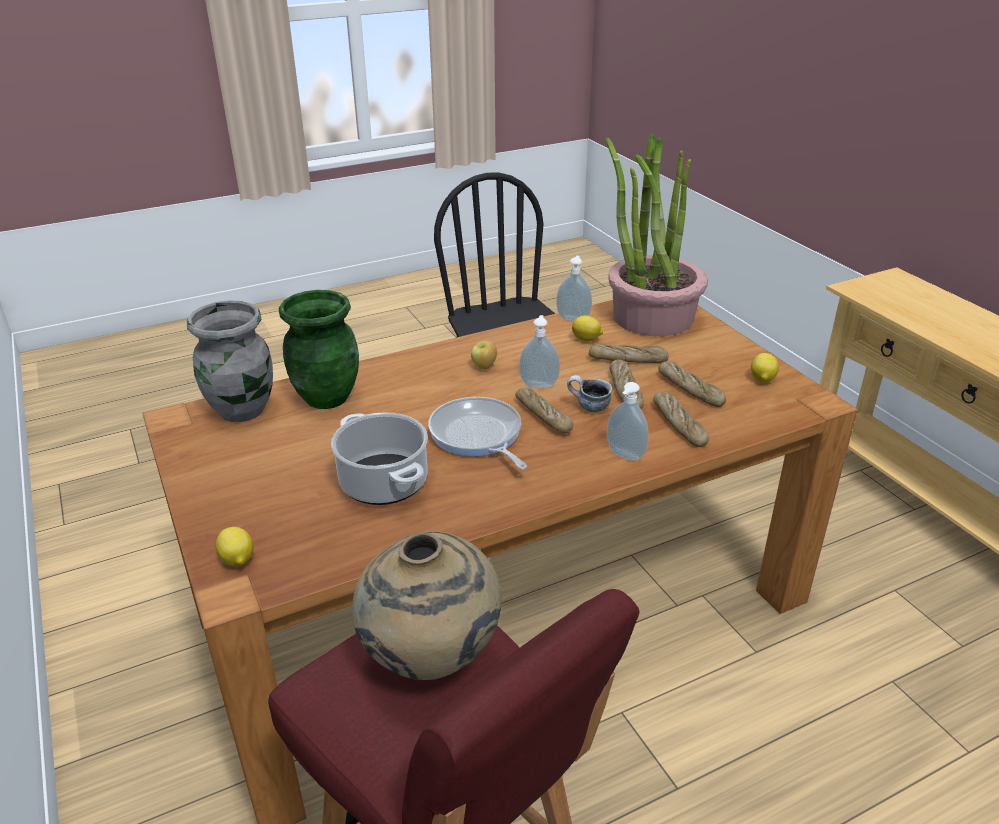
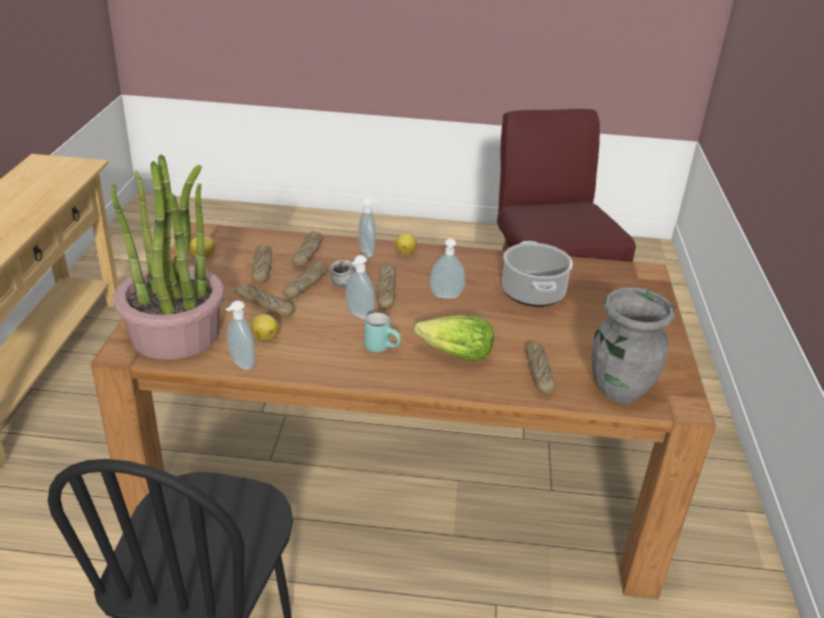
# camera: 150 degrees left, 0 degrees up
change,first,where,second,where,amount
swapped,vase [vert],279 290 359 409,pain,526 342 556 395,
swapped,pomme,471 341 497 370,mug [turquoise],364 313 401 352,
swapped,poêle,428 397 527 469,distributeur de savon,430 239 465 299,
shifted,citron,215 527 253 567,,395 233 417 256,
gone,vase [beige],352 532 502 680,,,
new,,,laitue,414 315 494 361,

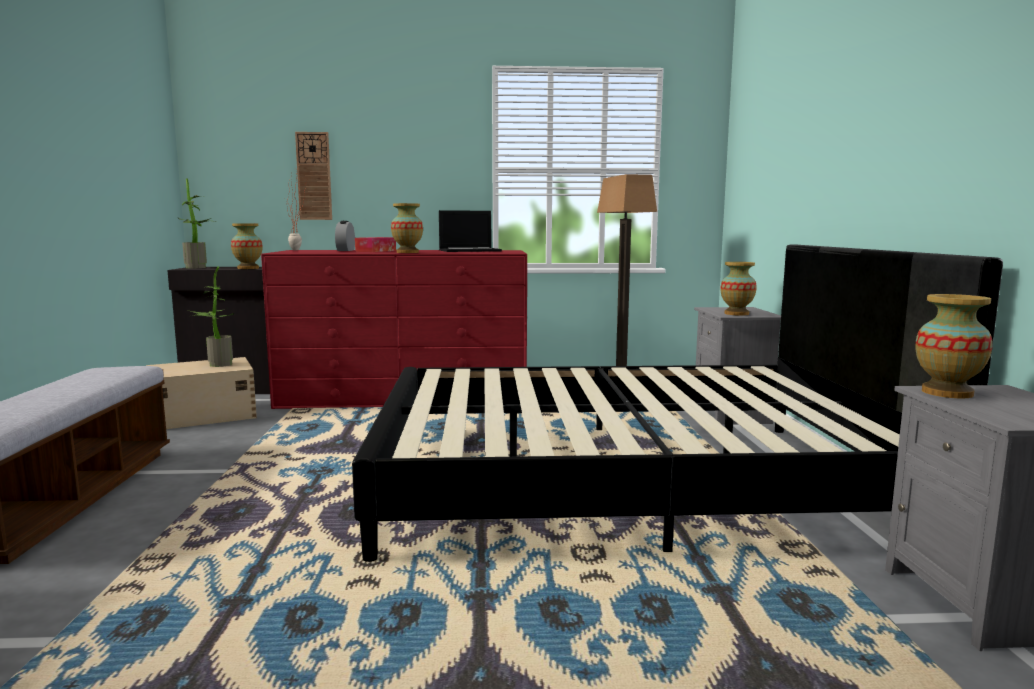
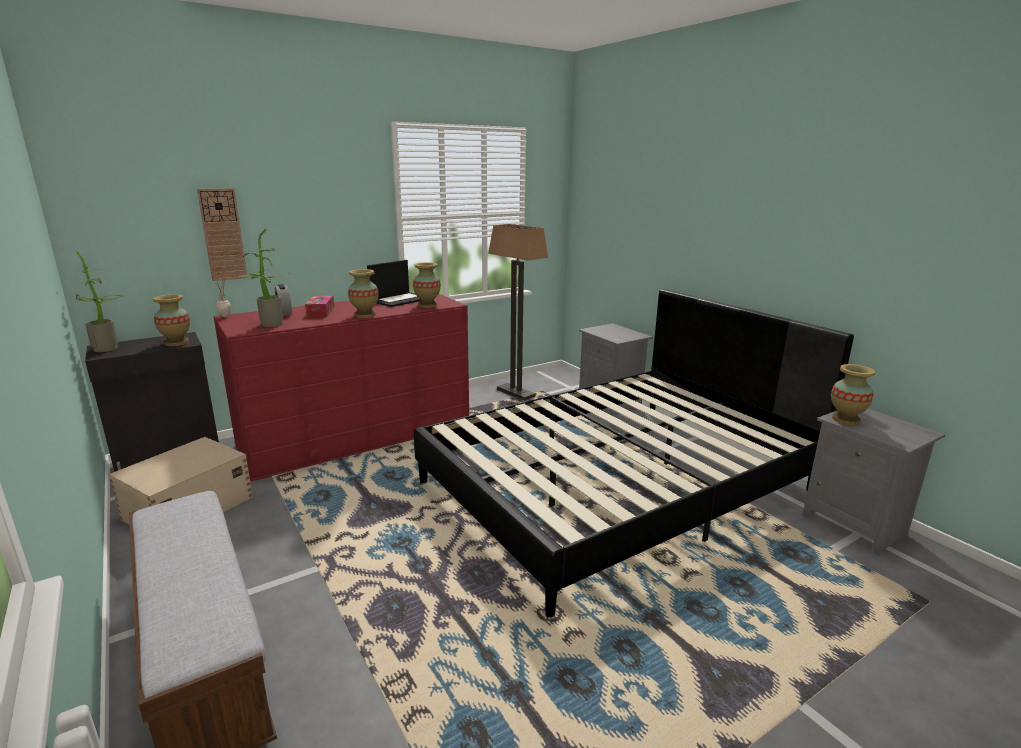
# camera: 30 degrees left, 10 degrees up
change,first,where,second,where,amount
shifted,vase,721 262 757 316,,413 262 441 308,
shifted,plante en pot,188 267 234 367,,240 228 290 327,

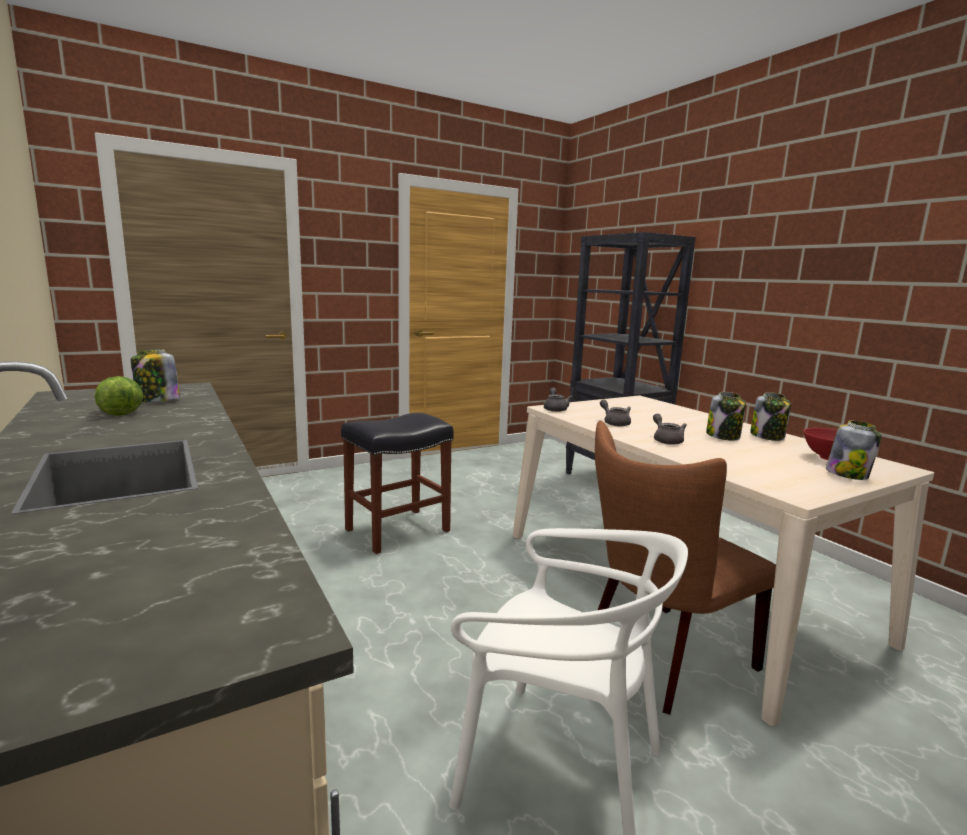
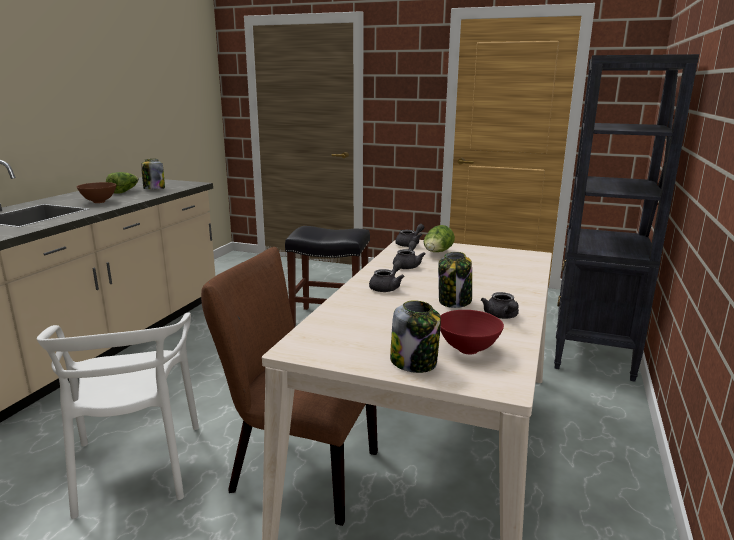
# camera: 50 degrees right, 5 degrees up
change,first,where,second,where,amount
swapped,bocal,750 392 791 441,théière [gris],481 292 519 319,
new,,,bol [marron],77 182 116 203,
new,,,laitue,424 225 455 252,

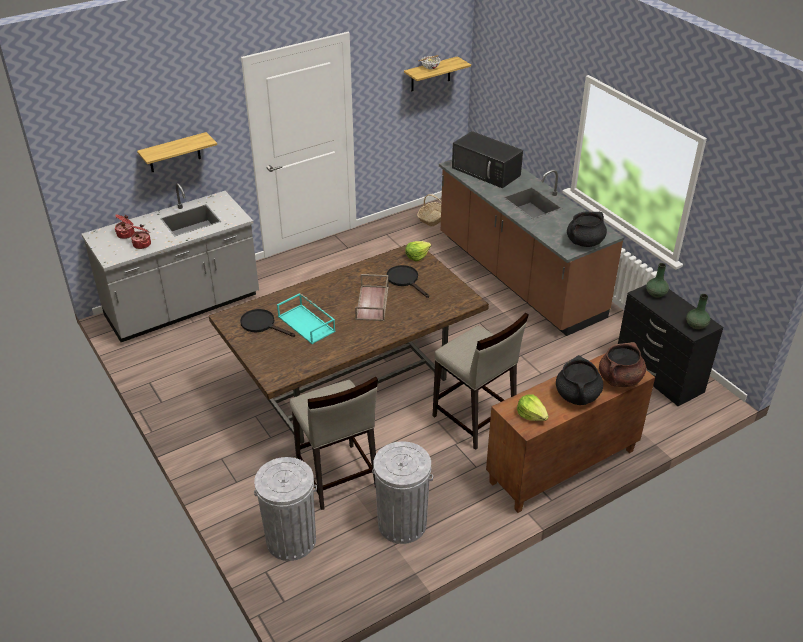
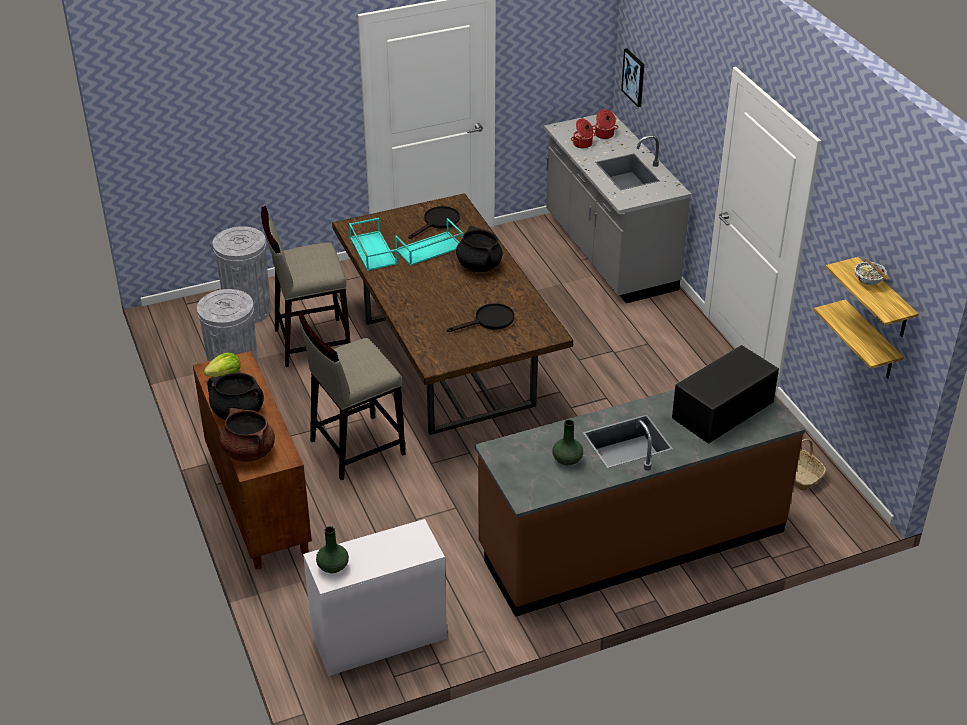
# camera: 100 degrees right, 0 degrees up
change,first,where,second,where,amount
shifted,étagère,137 132 217 172,,814 300 904 378,
shifted,marmite [noir],567 211 607 247,,456 226 503 272,
gone,laitue,405 241 431 261,,,
shifted,vase [vert],646 263 669 298,,552 419 583 465,
gone,plateau [marron],355 274 389 321,,,
repainted,commode [noir],618 284 724 406,commode [blanc],303 519 447 676,
new,,,tableau,621 49 644 107,
new,,,plateau [turquoise],349 218 398 271,

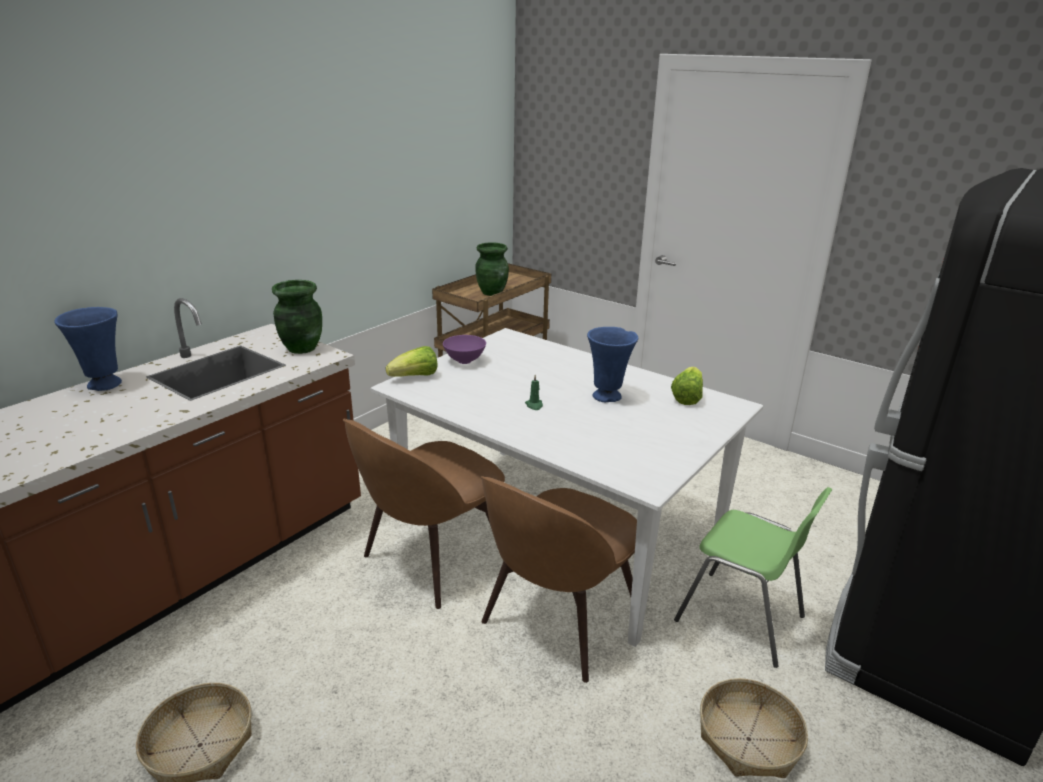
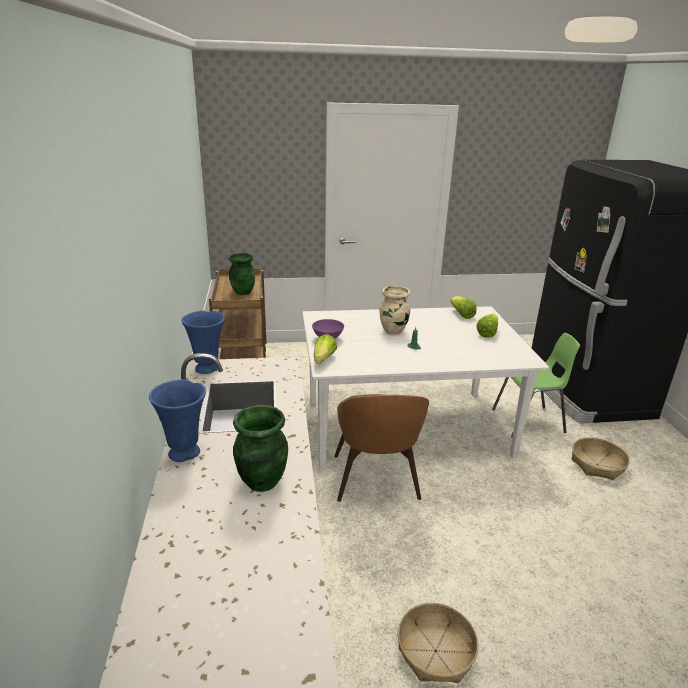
# camera: 45 degrees left, 0 degrees up
change,first,where,second,where,amount
shifted,vase [vert],272 280 322 354,,233 405 288 492,
shifted,vase [bleu],587 327 638 402,,181 311 225 374,
gone,chaise [marron],481 476 637 683,,,
new,,,vase [beige],379 286 411 335,
new,,,laitue,476 314 498 338,

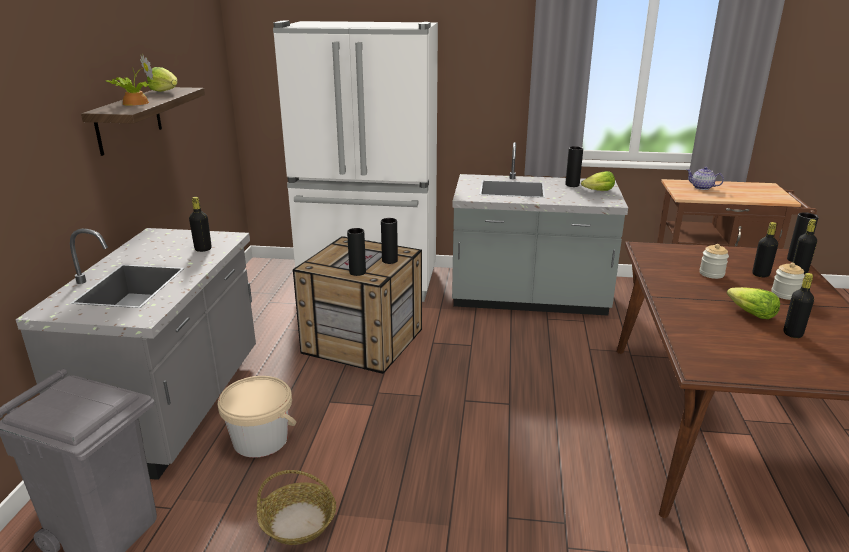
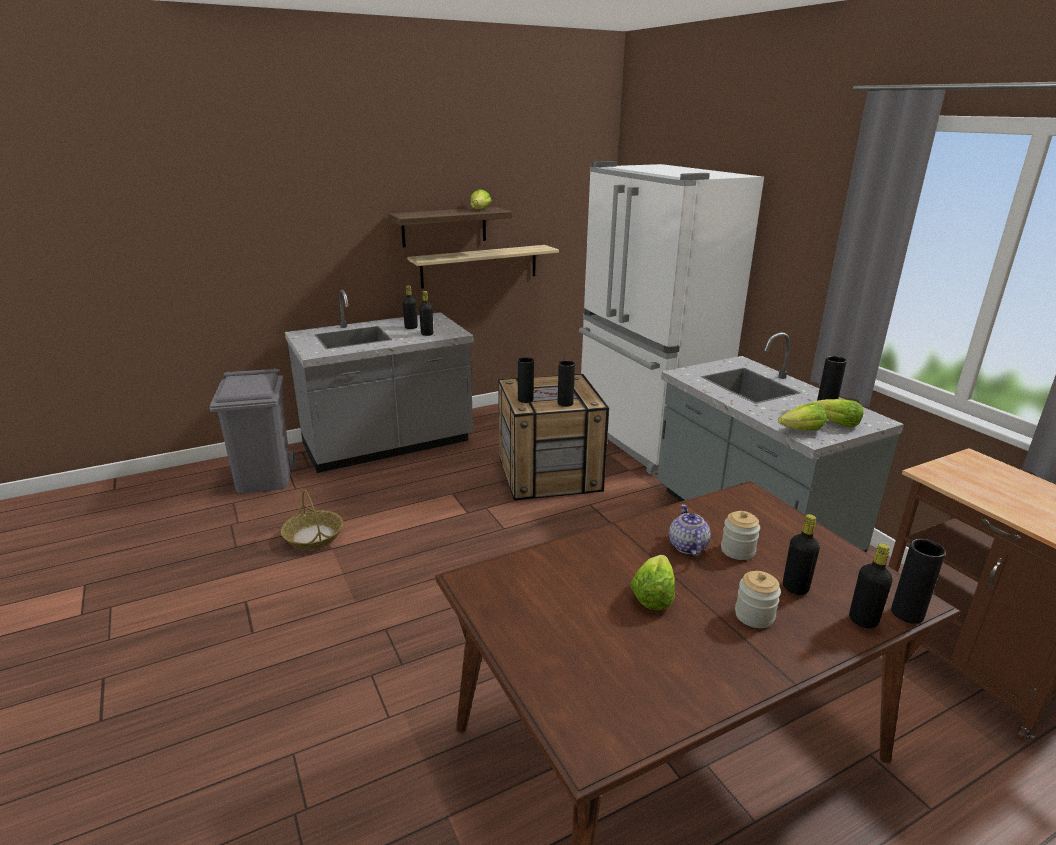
# camera: 55 degrees right, 0 degrees up
change,first,where,second,where,amount
gone,plante en pot,106 54 153 106,,,
shifted,théière,686 167 724 190,,669 504 711 556,
shifted,bouteille [noir],784 273 814 338,,403 285 418 329,
gone,seau [beige],218 376 296 458,,,
new,,,étagère,407 245 559 289,
new,,,laitue,778 403 827 430,

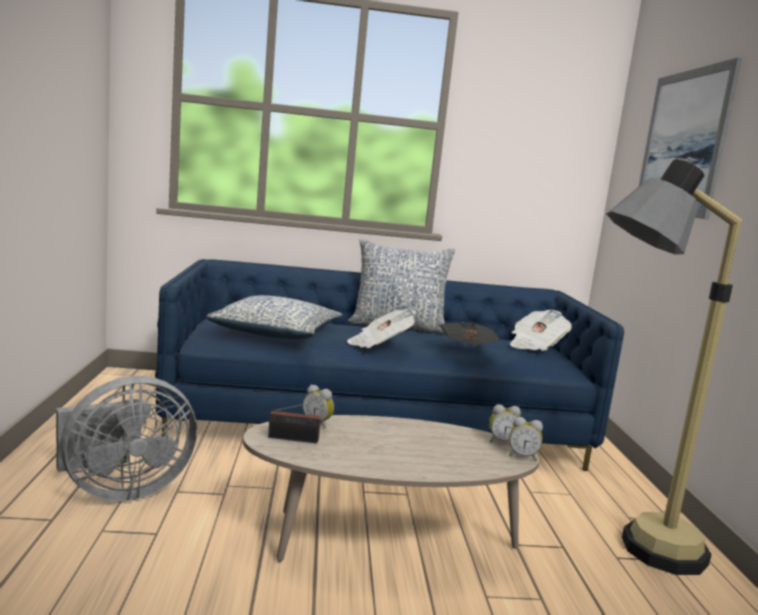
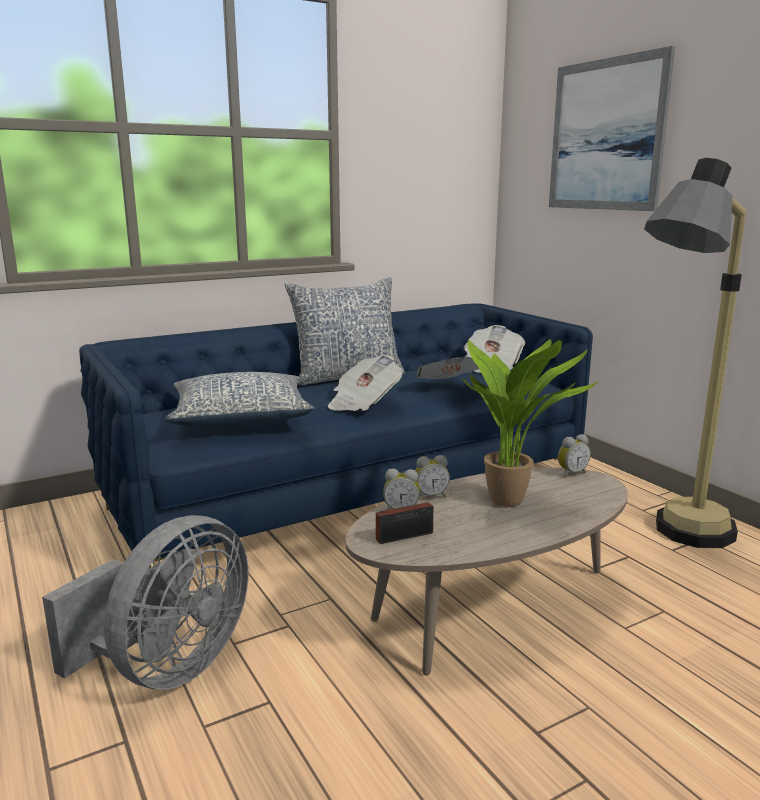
# camera: 25 degrees left, 5 degrees up
change,first,where,second,where,amount
shifted,réveil,509 417 543 461,,415 455 450 499,
new,,,plante en pot,463 339 598 507,

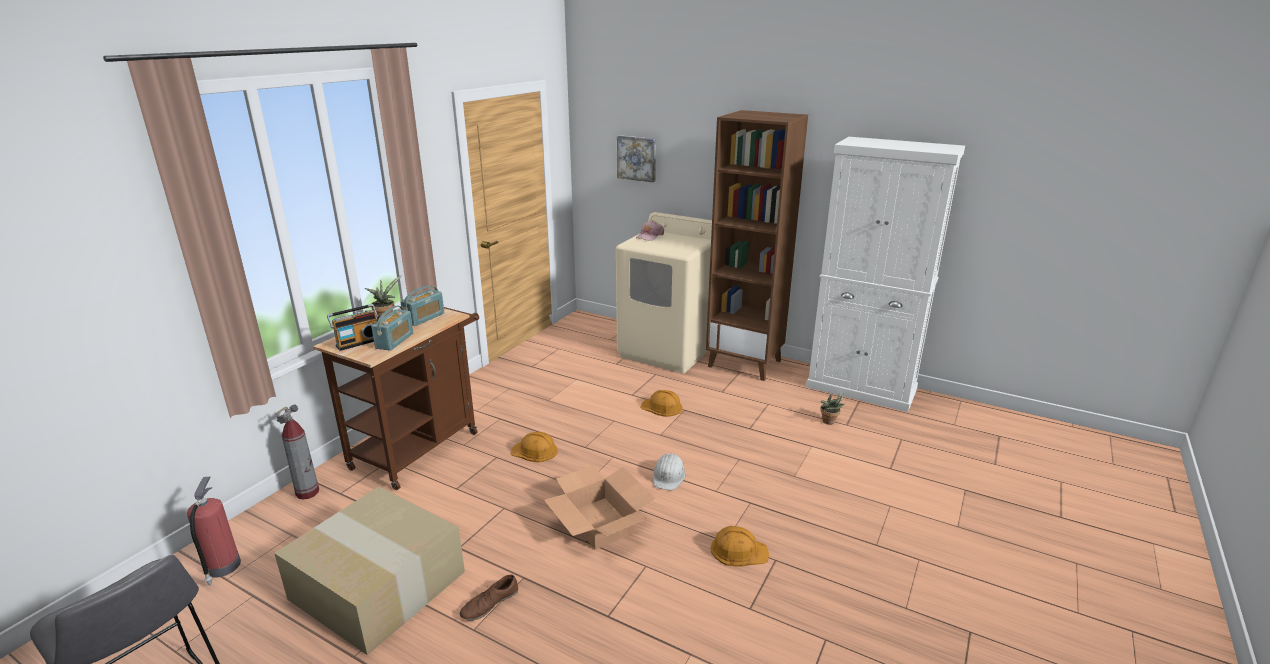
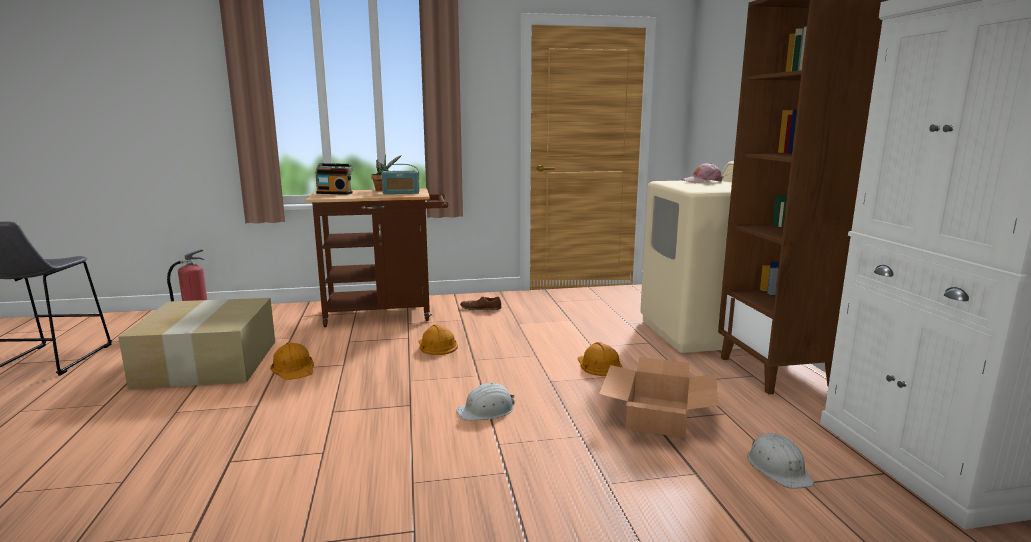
# camera: 50 degrees right, 10 degrees down
change,first,where,second,where,amount
gone,tableau,617 135 656 182,,,
gone,radio,371 306 413 351,,,
swapped,plante en pot,820 393 845 425,casque de chantier [blanc],747 433 814 489,
gone,extincteur,275 404 319 500,,,
shifted,carton,544 465 655 550,,599 357 718 438,
shifted,casque de chantier [orange],711 526 769 566,,270 342 314 380,
shifted,chaussure [marron],460 575 518 621,,460 296 501 310,

